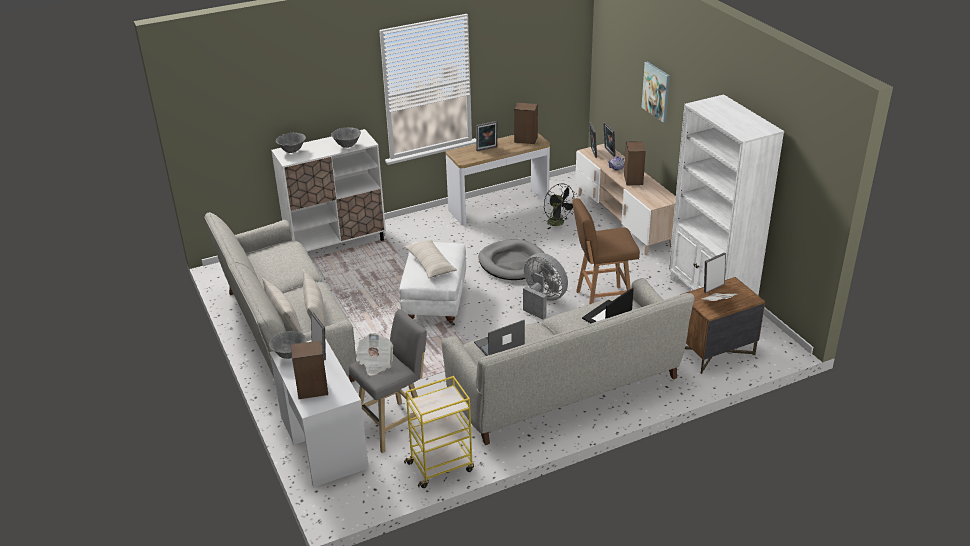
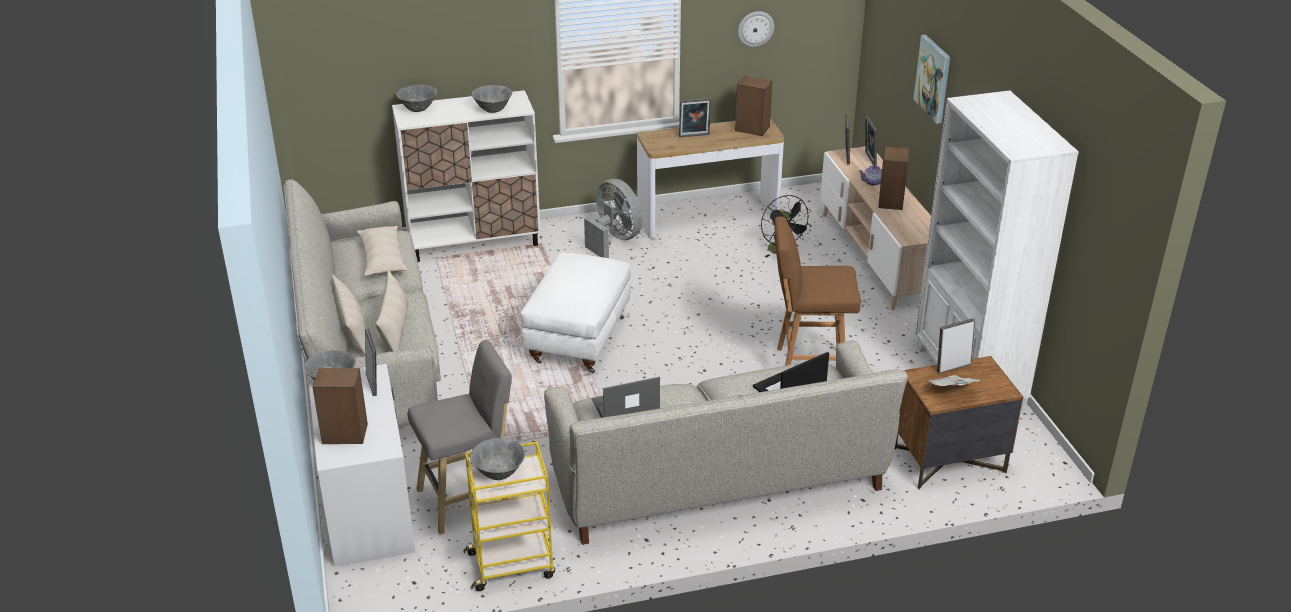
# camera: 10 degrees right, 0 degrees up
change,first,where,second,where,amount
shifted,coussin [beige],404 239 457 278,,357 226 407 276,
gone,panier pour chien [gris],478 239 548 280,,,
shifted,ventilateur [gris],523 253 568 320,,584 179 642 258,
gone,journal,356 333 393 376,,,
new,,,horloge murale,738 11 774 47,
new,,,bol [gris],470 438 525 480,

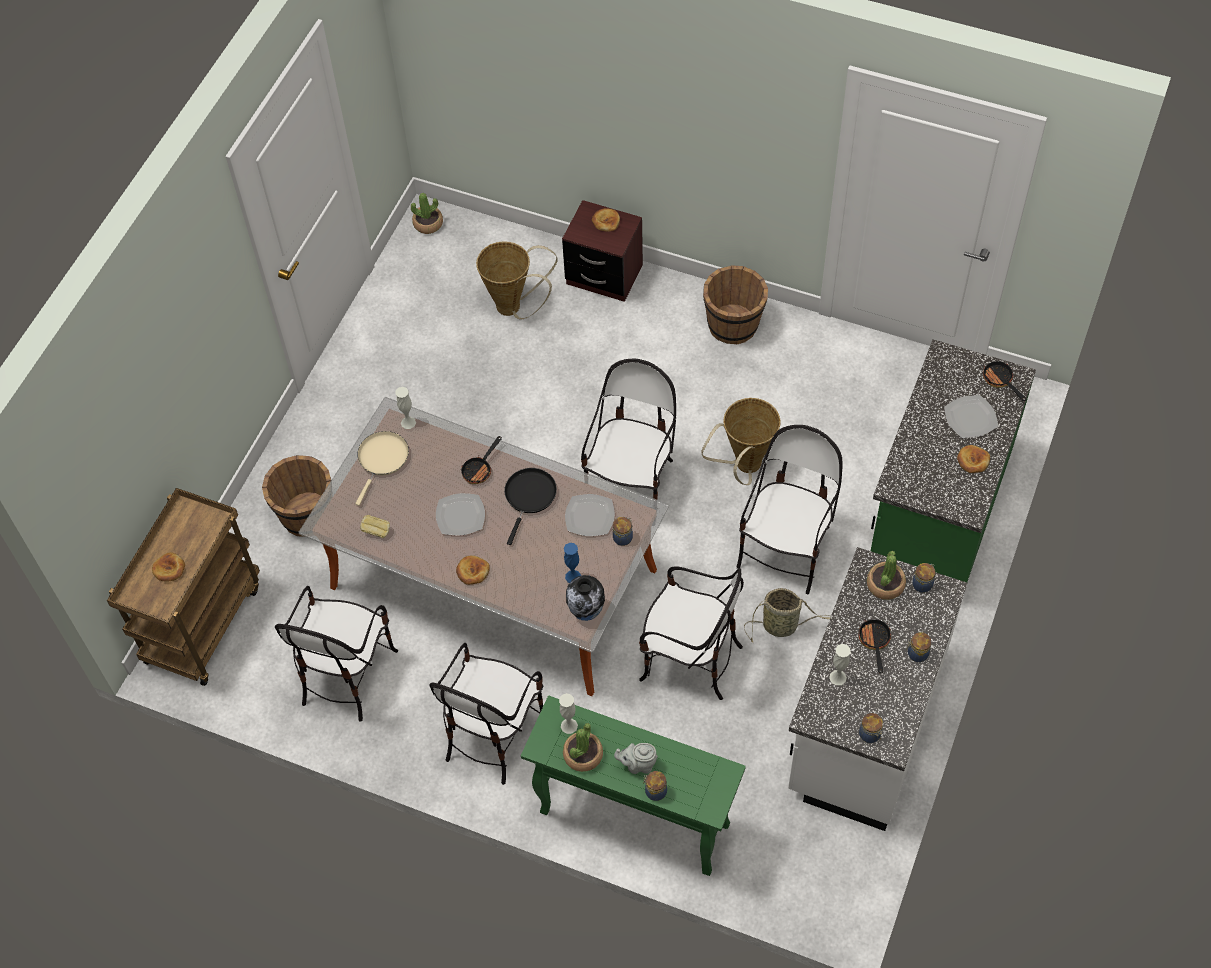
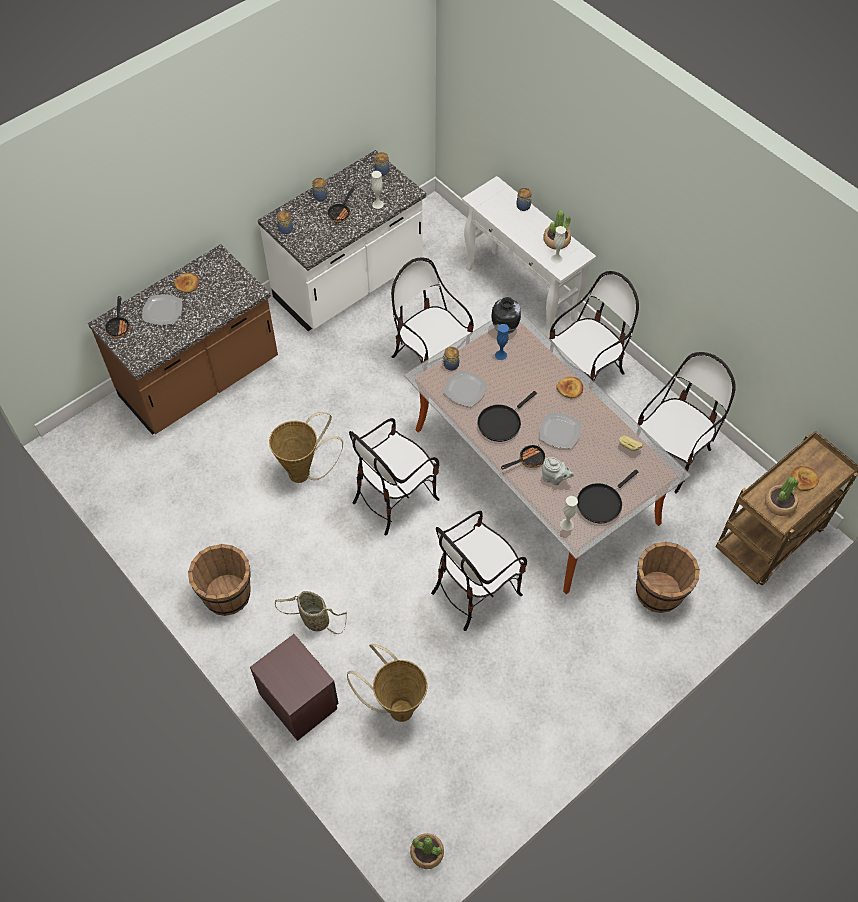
# camera: 155 degrees left, 0 degrees up
change,first,where,second,where,amount
gone,pain,592 208 620 232,,,
repainted,comptoir de cuisine [vert],871 339 1036 582,comptoir de cuisine [marron],88 244 278 435,
shifted,chaise,736 425 843 594,,431 511 527 631,
repainted,poêle [beige],355 431 409 506,poêle [noir],577 469 638 523,
shifted,plante en pot,867 551 906 600,,765 477 799 516,
shifted,panier,744 588 831 643,,275 591 347 634,
repainted,table console [vert],521 695 746 876,table console [blanc],462 176 596 338,
shifted,théière [gris],614 743 658 774,,542 457 574 485,

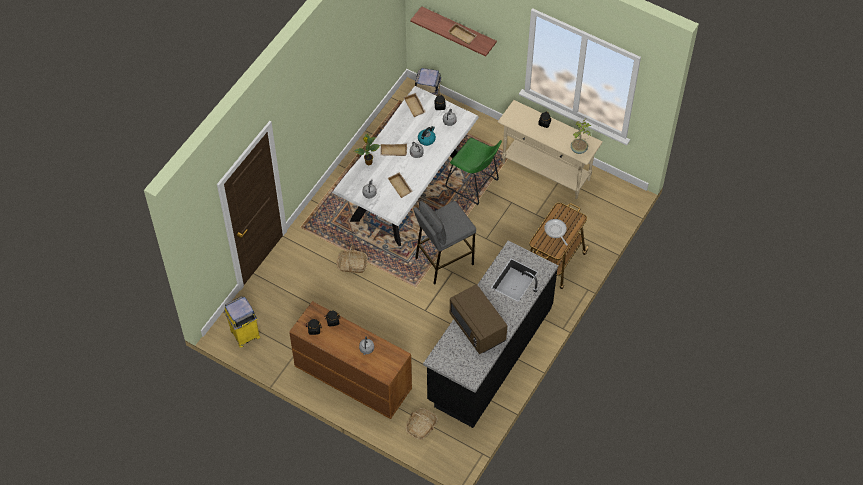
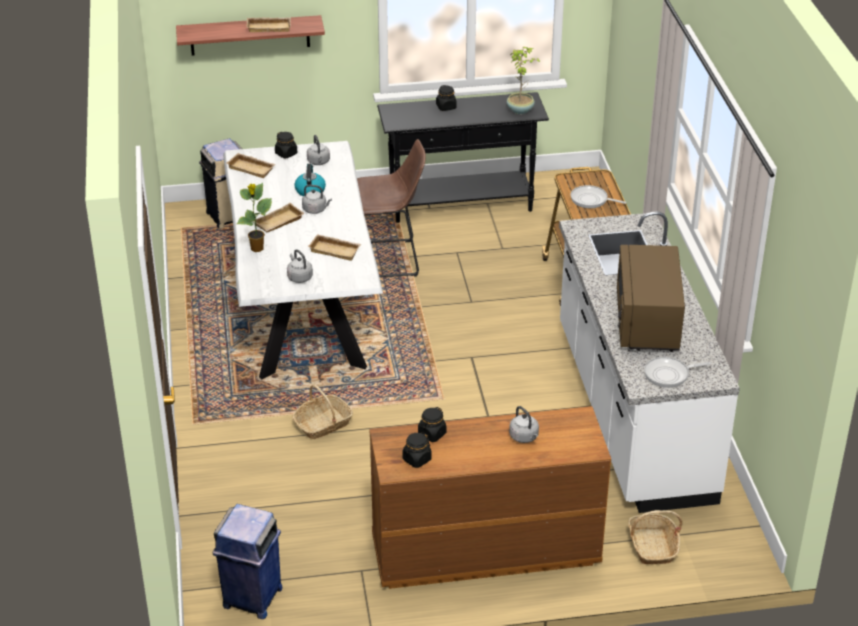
# camera: 40 degrees left, 20 degrees down
change,first,where,second,where,amount
repainted,table console [beige],497 100 603 199,table console [noir],377 92 549 223,
repainted,tabouret [vert],445 138 502 205,tabouret [marron],357 139 426 277,
gone,tabouret [gris],413 201 476 285,,,
repainted,comptoir de cuisine [noir],423 241 558 428,comptoir de cuisine [blanc],559 212 740 513,
rotated,micro-ondes [marron],450 284 507 354,,617 245 685 352,75 degrees clockwise
repainted,poubelle [jaune],224 296 260 348,poubelle [bleu],213 504 283 619,
new,,,poêle,644 357 711 388,

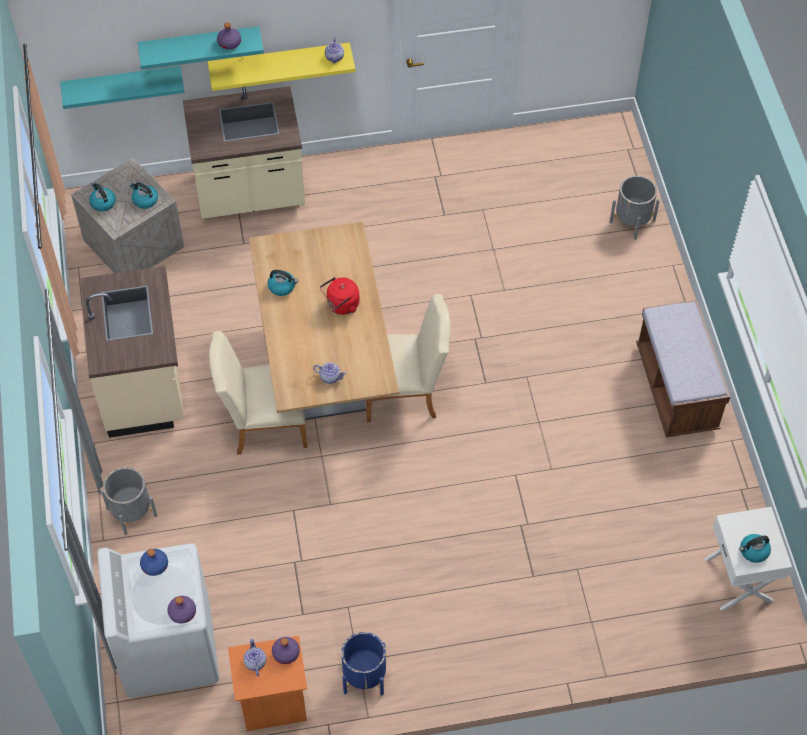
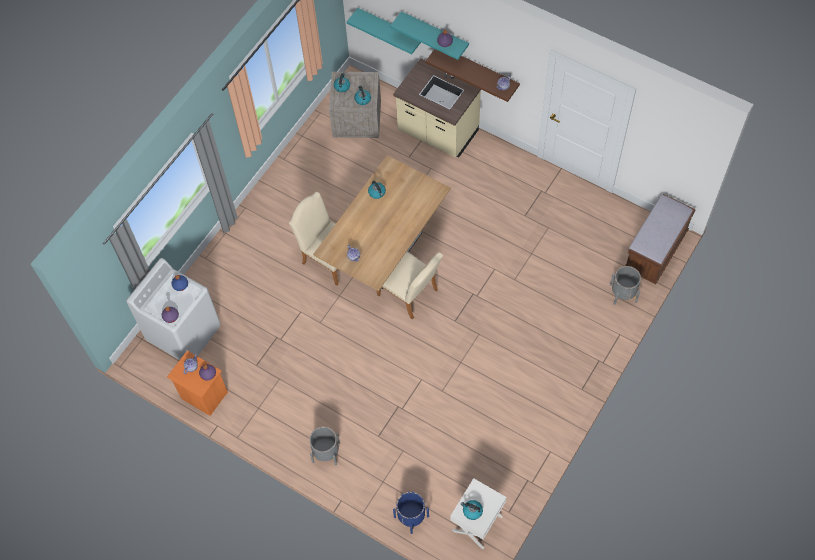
# camera: 45 degrees right, 5 degrees up
change,first,where,second,where,amount
repainted,étagère [jaune],207 42 356 91,étagère [marron],426 49 520 102,
gone,comptoir de cuisine [beige],80 266 184 438,,,
gone,bouilloire [rouge],320 277 360 315,,,
shifted,banc [marron],636 300 730 438,,625 194 696 285,
shifted,cache-pot [gris],101 467 157 535,,309 427 340 465,
shifted,cache-pot [bleu],341 632 386 696,,393 492 429 534,

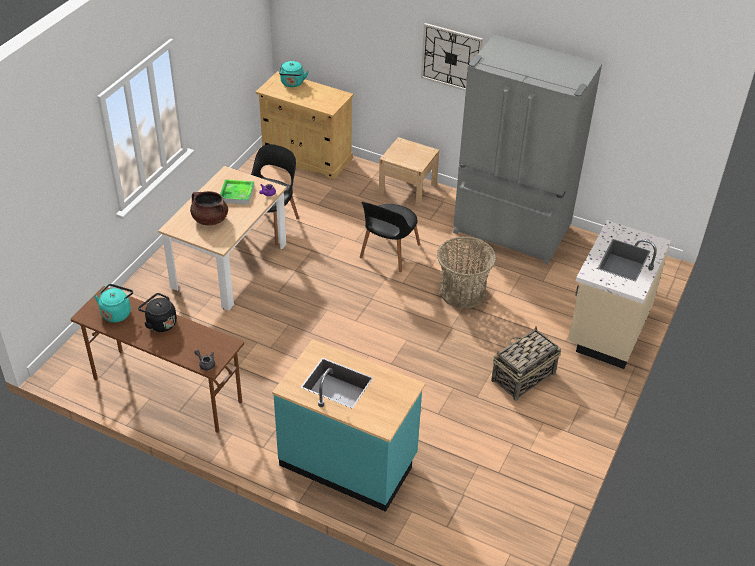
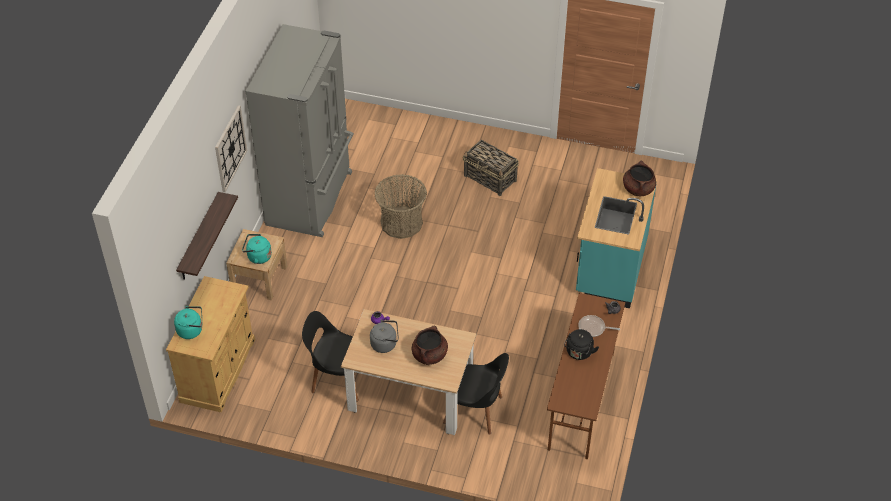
# camera: 100 degrees left, 5 degrees up
change,first,where,second,where,amount
swapped,plateau,220 179 254 205,bouilloire [gris],370 319 399 353,
shifted,chaise [noir],360 202 420 272,,443 353 509 435,
gone,comptoir de cuisine [beige],568 220 671 369,,,
shifted,bouilloire [turquoise],94 284 133 322,,242 234 272 264,
new,,,marmite [marron],623 160 656 196,
new,,,étagère,176 192 238 280,
new,,,poêle,578 315 620 337,

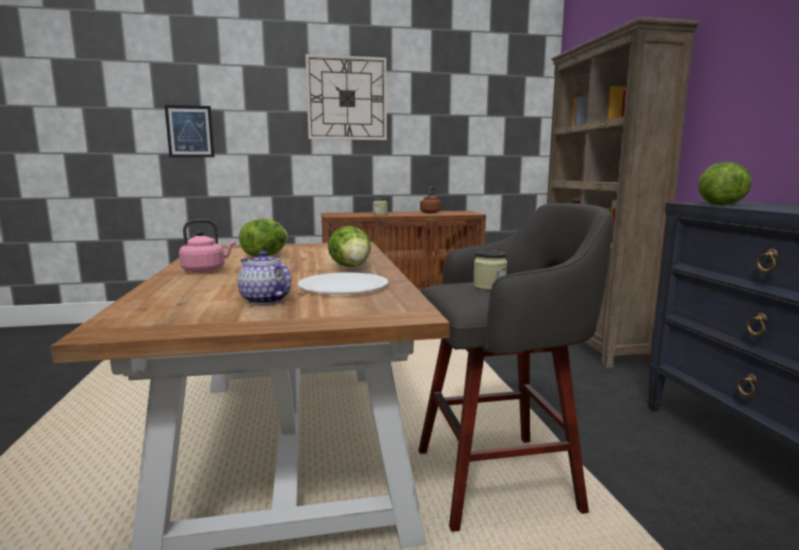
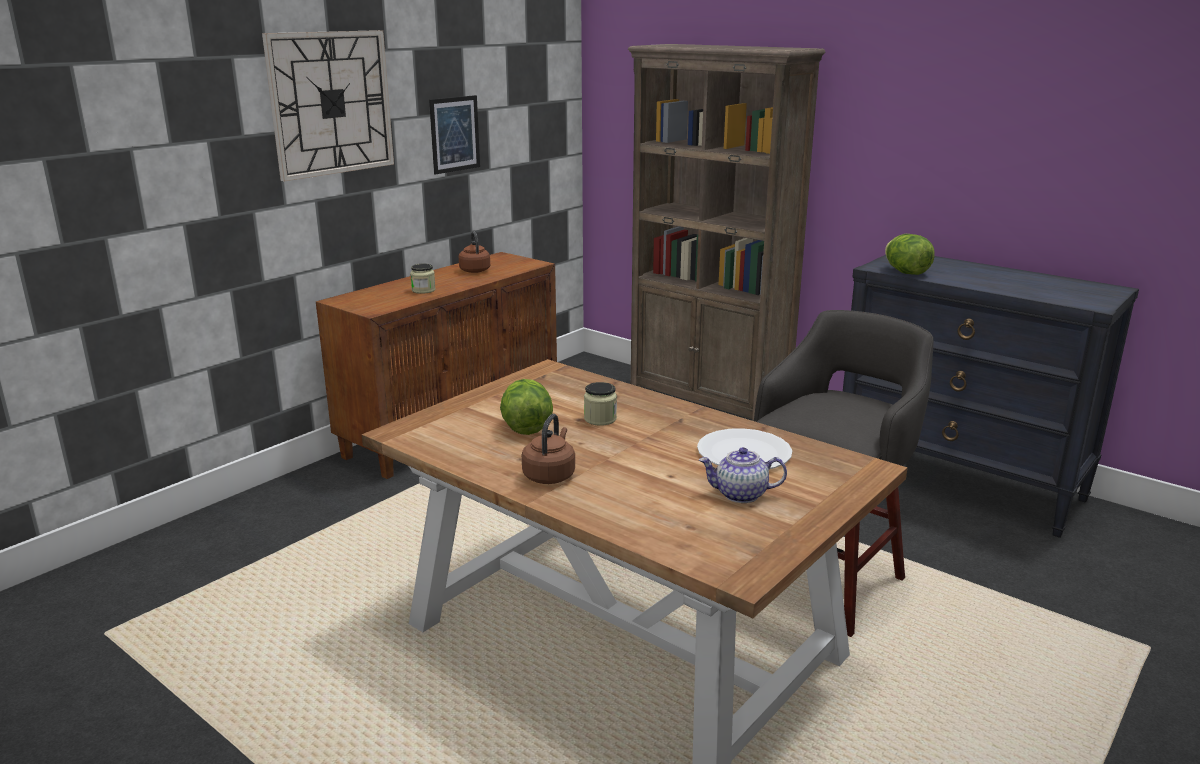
# camera: 40 degrees left, 10 degrees up
change,first,where,second,where,amount
shifted,tableau,165 105 214 157,,429 95 480 174,
repainted,bouilloire [rose],179 219 236 273,bouilloire [marron],522 414 575 484,
gone,laitue,328 226 371 267,,,
shifted,bocal,473 250 507 290,,584 382 617 426,

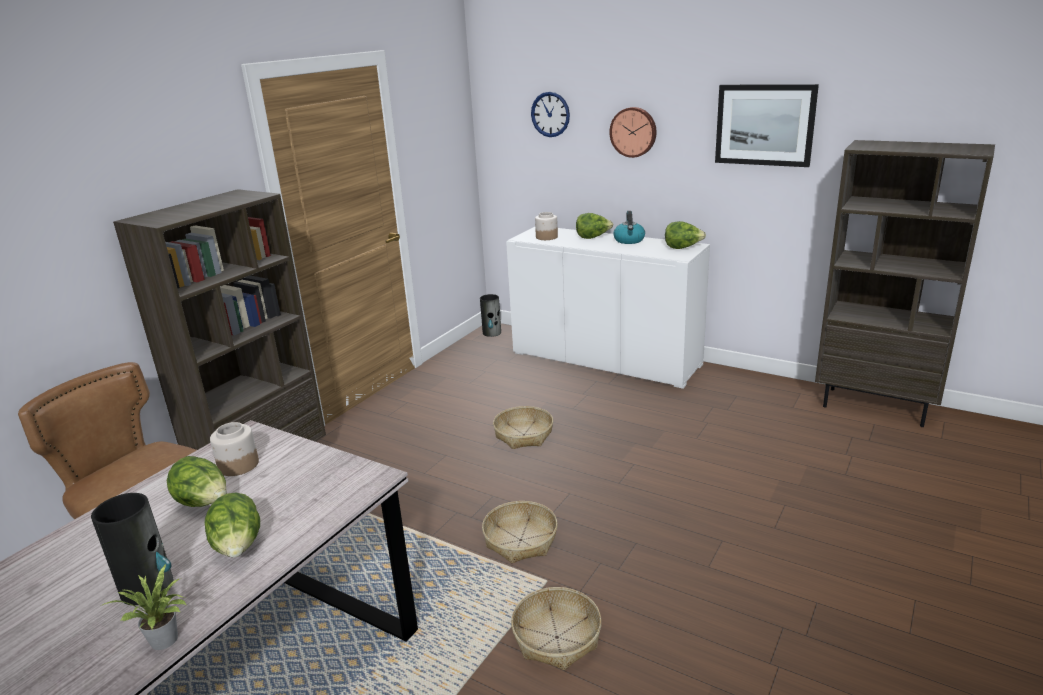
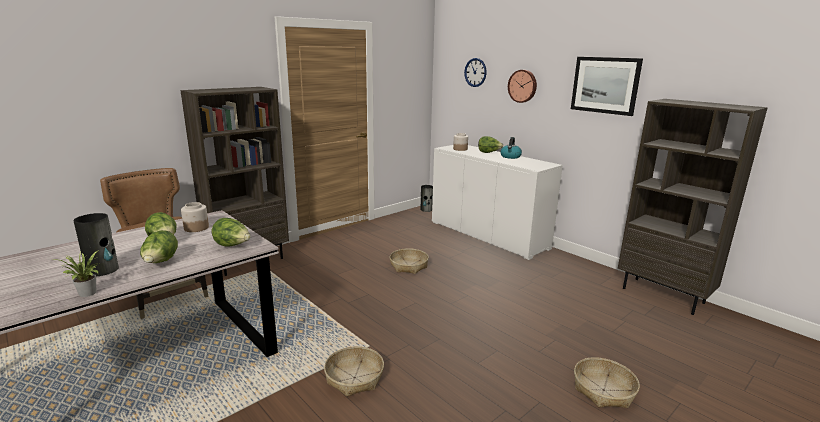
# camera: 15 degrees right, 5 degrees down
change,first,where,second,where,amount
shifted,laitue,665 221 706 249,,212 218 251 247,
shifted,panier,482 501 558 563,,574 357 640 408,

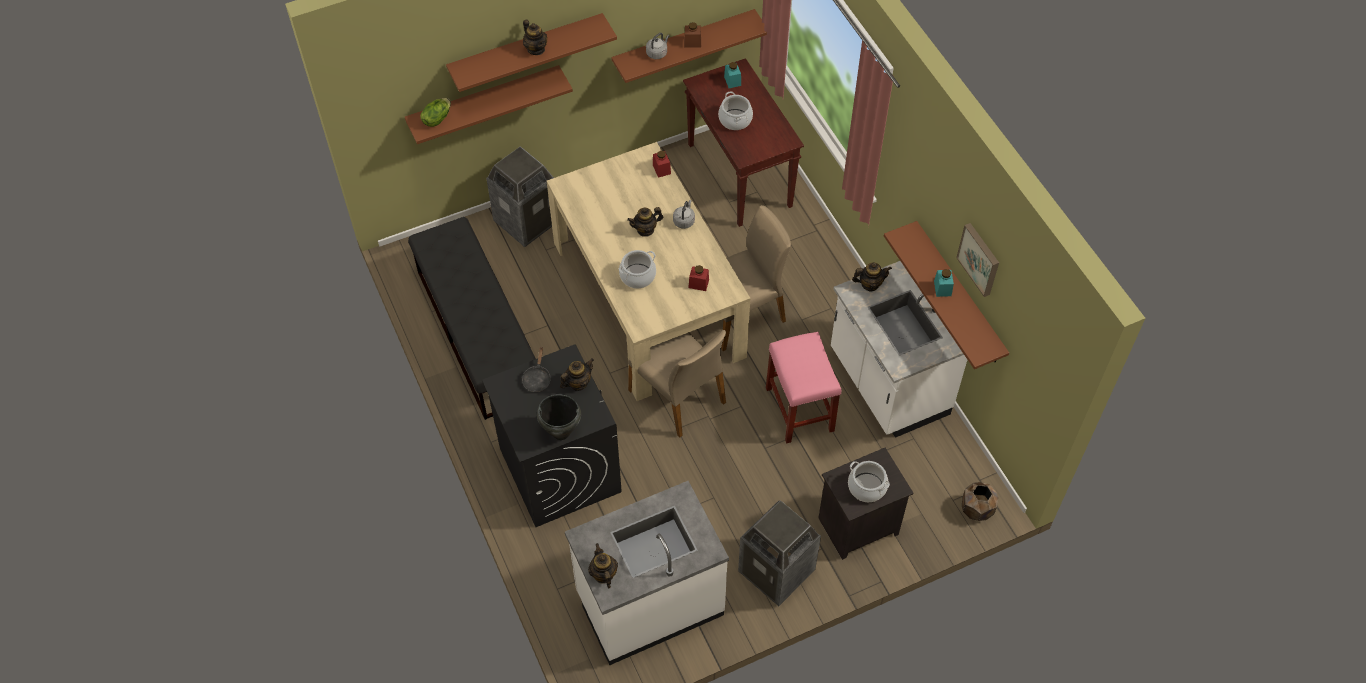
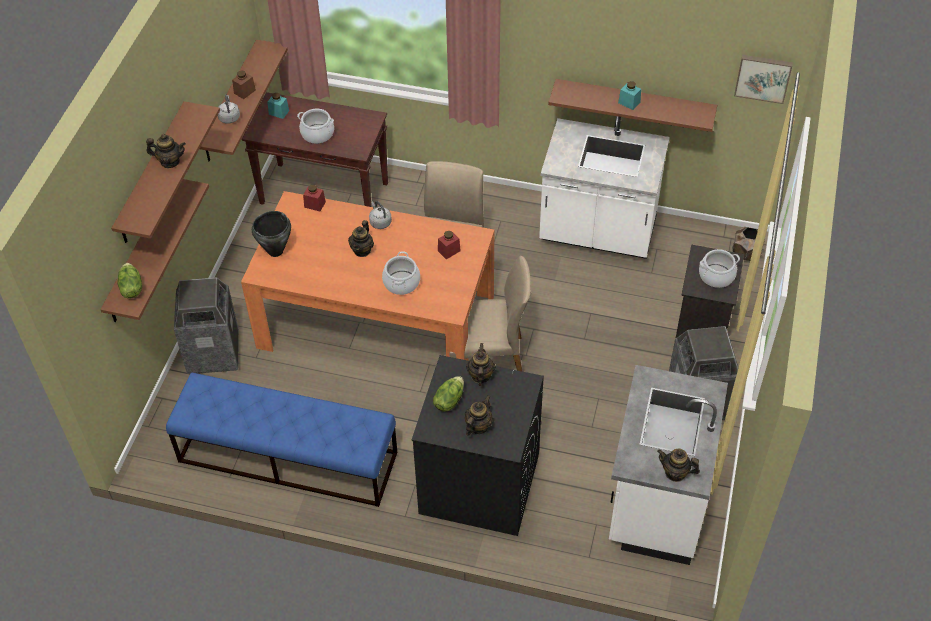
# camera: 50 degrees left, 5 degrees down
change,first,where,second,where,amount
repainted,table à manger [beige],547 142 750 401,table à manger [orange],241 191 494 361,
repainted,banc [noir],408 217 536 420,banc [bleu],166 373 397 507,
shifted,tableau,956 223 999 297,,734 55 793 104,
shifted,théière,852 262 892 291,,465 395 493 436,
gone,tabouret [rose],766 332 842 444,,,
swapped,poêle [noir],522 347 551 392,laitue,433 376 464 412,
shifted,marmite [noir],537 394 581 440,,252 211 291 257,

